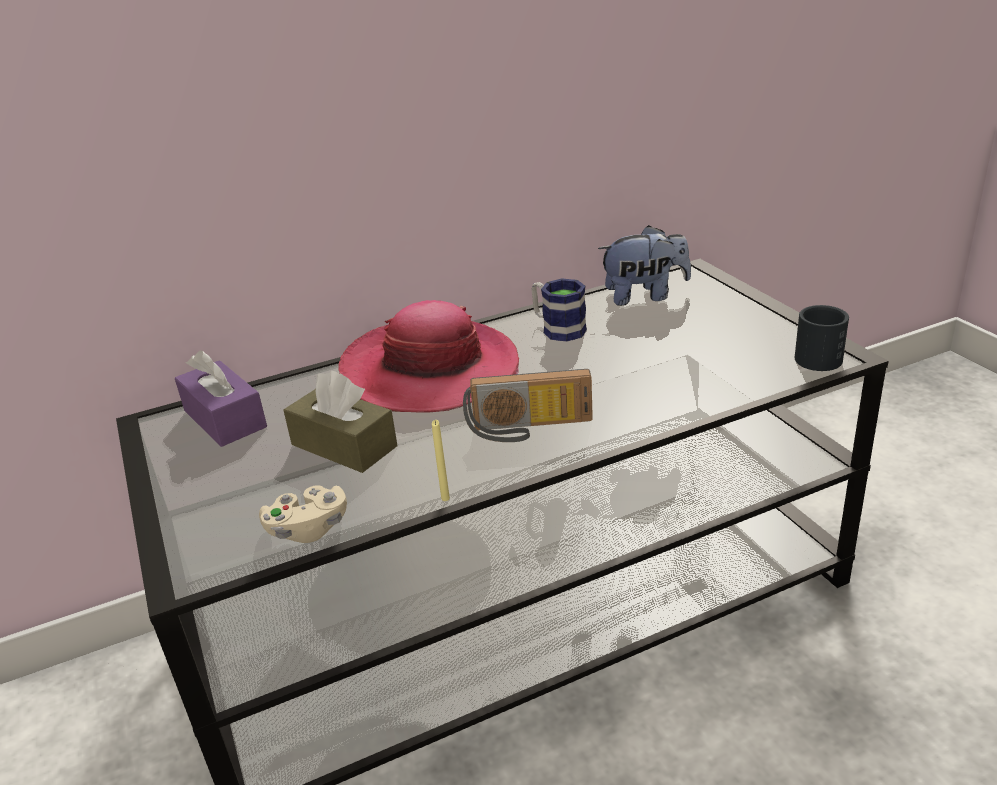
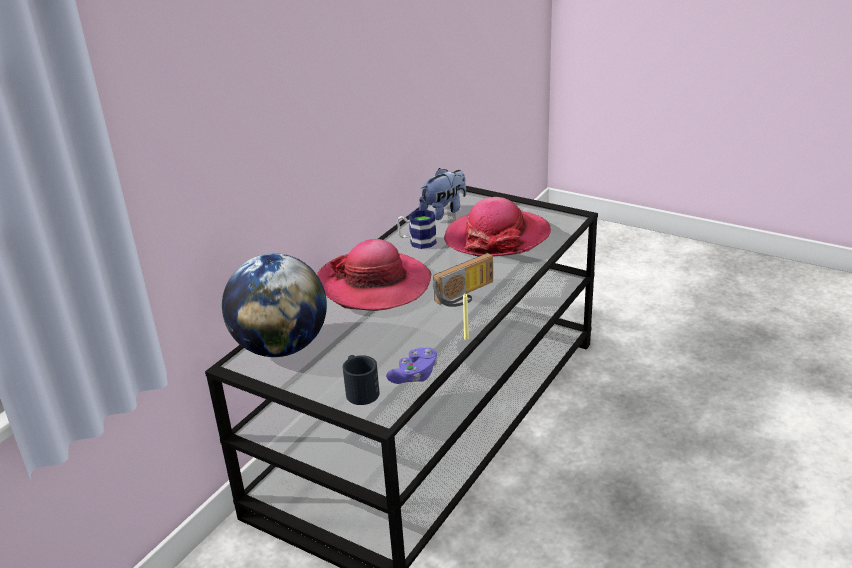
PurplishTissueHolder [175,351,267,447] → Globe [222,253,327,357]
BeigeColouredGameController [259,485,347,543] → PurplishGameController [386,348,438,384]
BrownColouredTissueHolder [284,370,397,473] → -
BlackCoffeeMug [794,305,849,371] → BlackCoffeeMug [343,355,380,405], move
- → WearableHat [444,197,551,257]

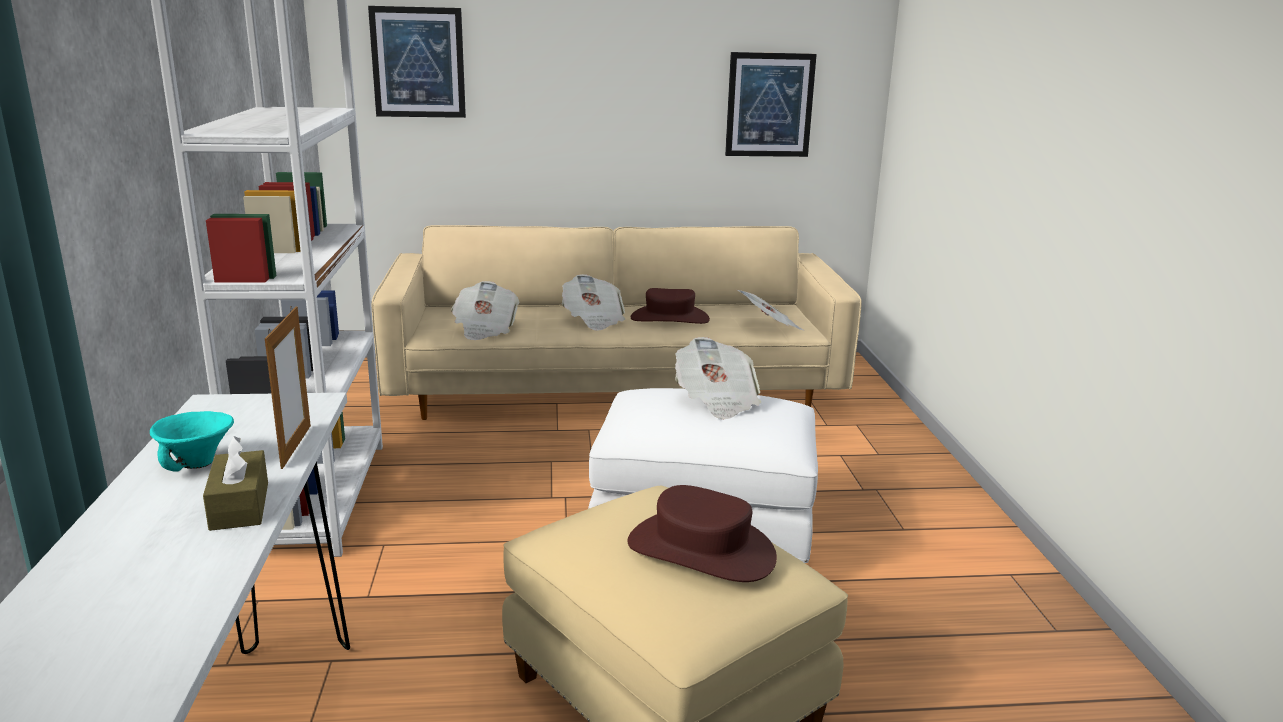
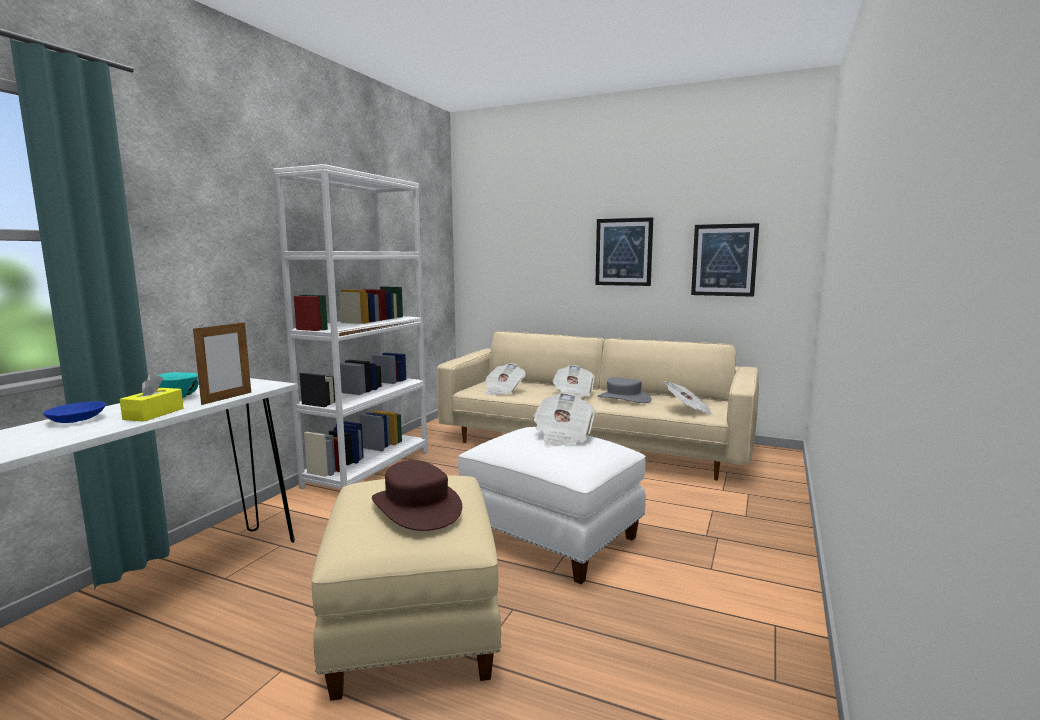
BrownColouredTissueHolder [203,436,268,531] → YellowishTissueHolder [120,374,184,422]
WallPicture [368,6,466,118] → WallPicture [595,217,653,286], move
BrownColouredWearableHat [630,288,710,324] → GreyWearableHat [597,377,652,403]
- → BlueBowl [43,401,106,423]

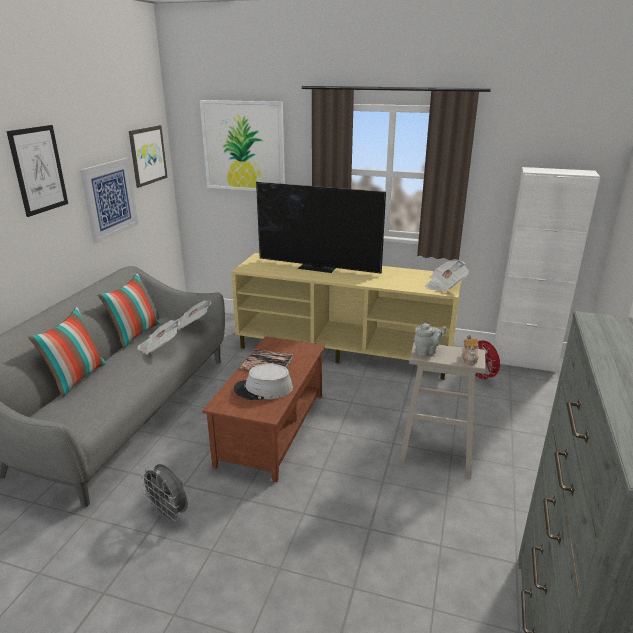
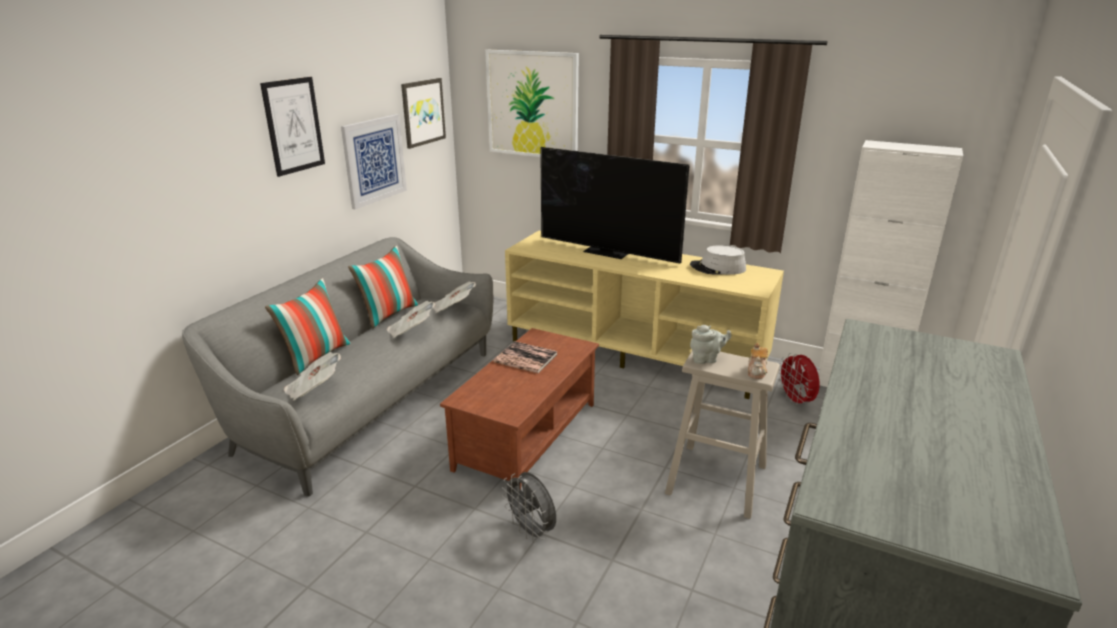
GreyFan [139,464,188,524] → GreyFan [502,472,556,542], move
GreyWearableHat [234,364,293,400] → GreyWearableHat [690,245,746,275], move
Newspaper [425,261,469,292] → Newspaper [284,352,341,400], move

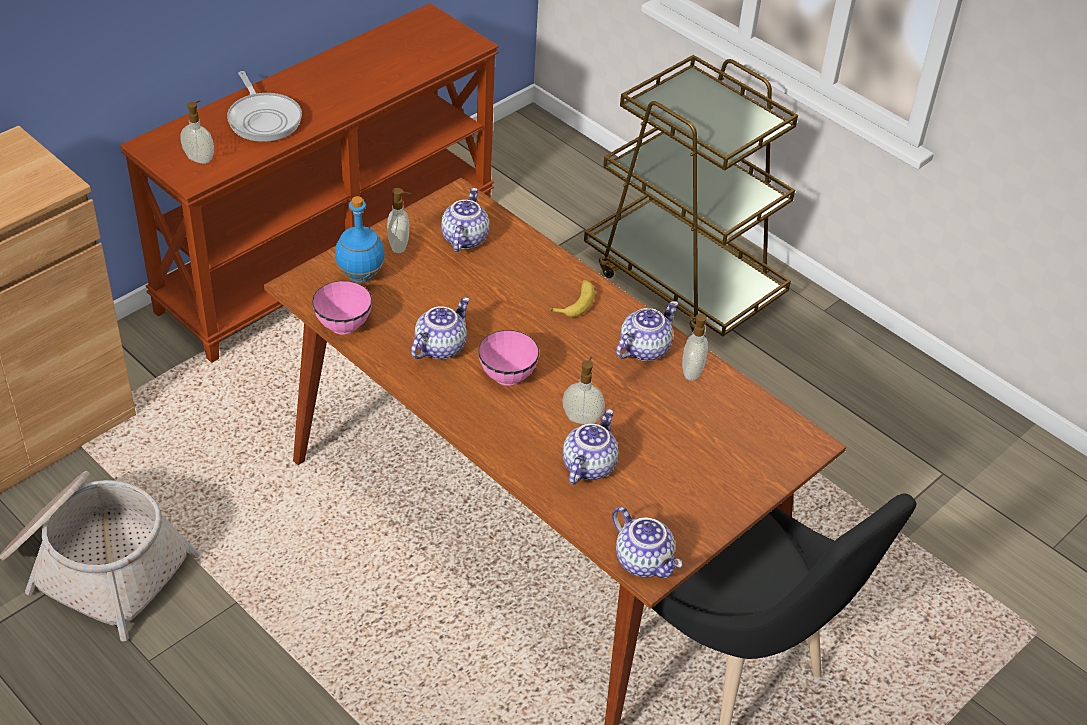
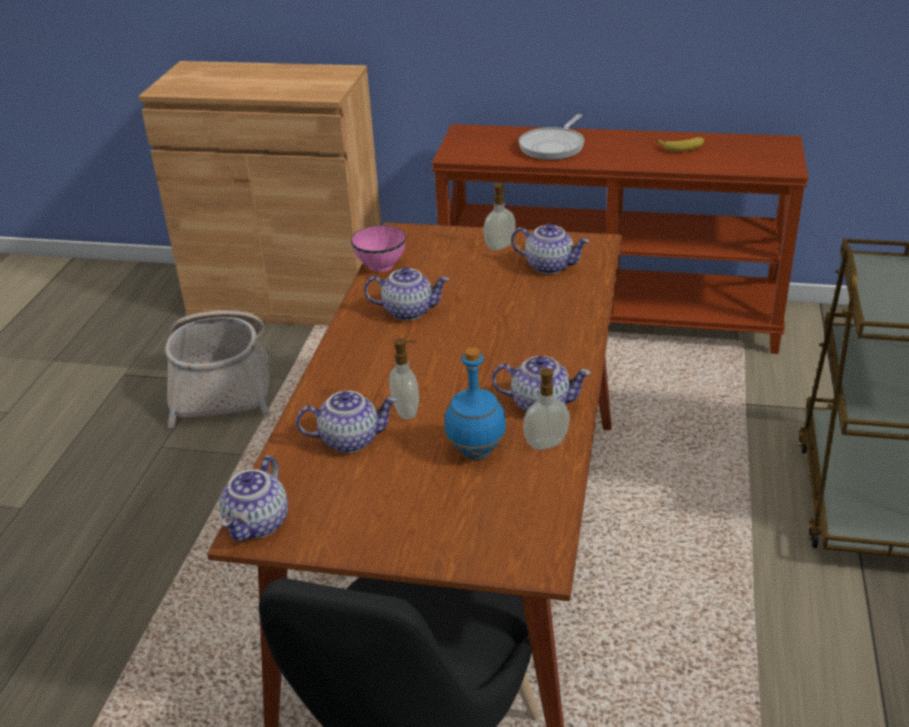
SoapDispenser [180,100,214,164] → -
BlueBeverageBottle [335,196,385,283] → BlueBeverageBottle [444,347,507,460], move
TeaPot [441,188,489,252] → TeaPot [511,223,590,274], 45 degrees clockwise
PinkColouredBowl [479,330,539,386] → -
Banana [550,279,595,317] → Banana [656,137,705,152], move

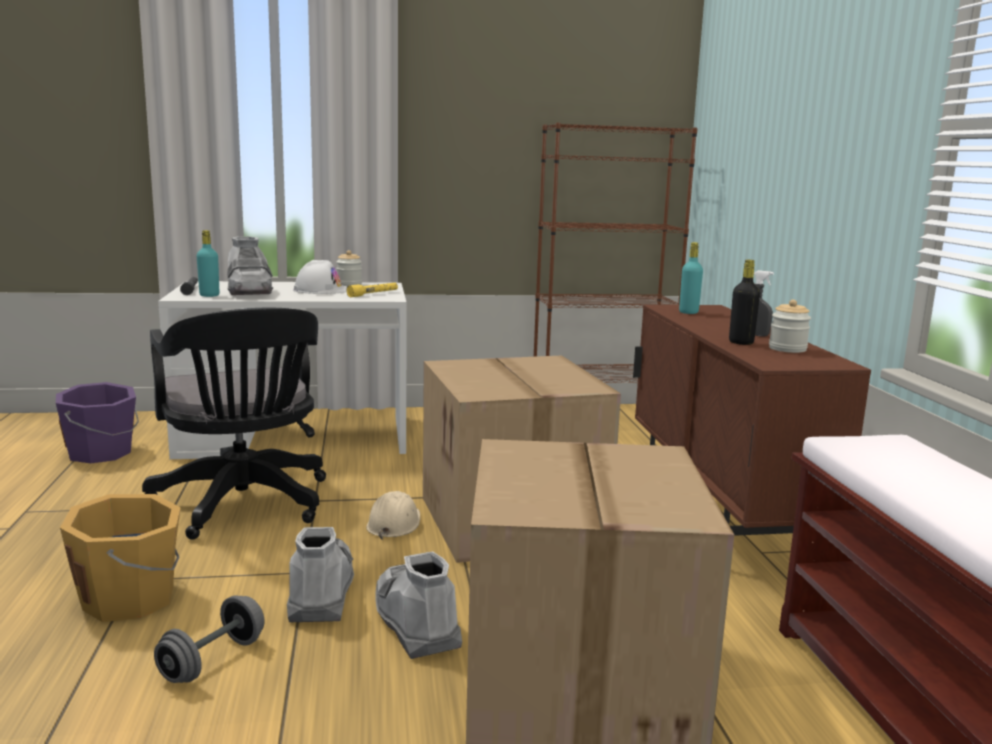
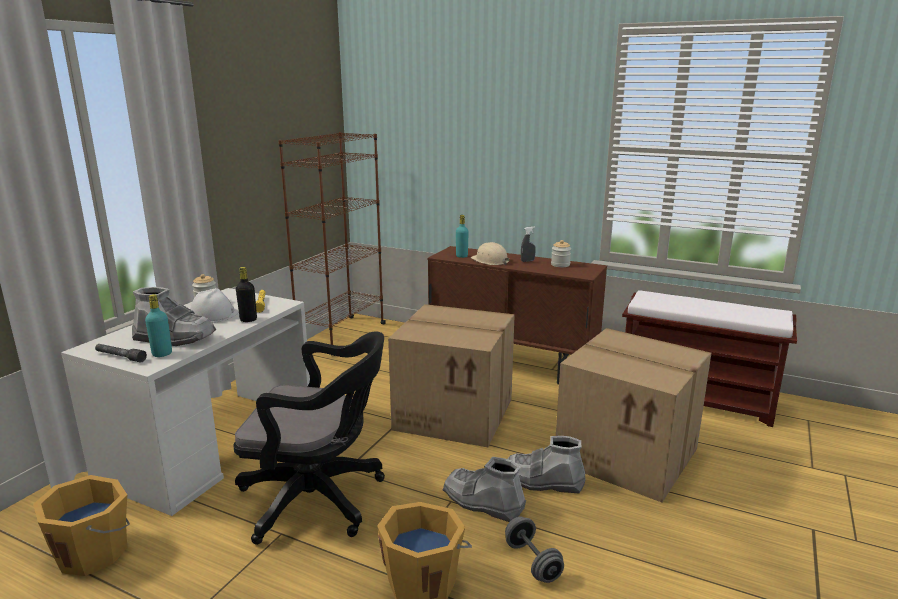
PurplishPail [56,382,139,463] → OrangePail [33,475,130,576]
BeigeColouredWorkHelmet [366,491,420,540] → BeigeColouredWorkHelmet [471,242,509,265], move
BlackBeverageBottle [729,260,760,345] → BlackBeverageBottle [236,267,257,322], move

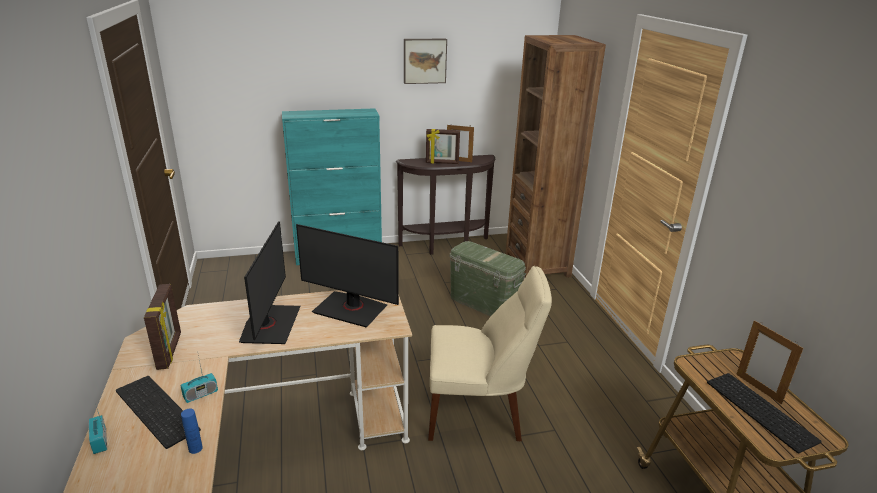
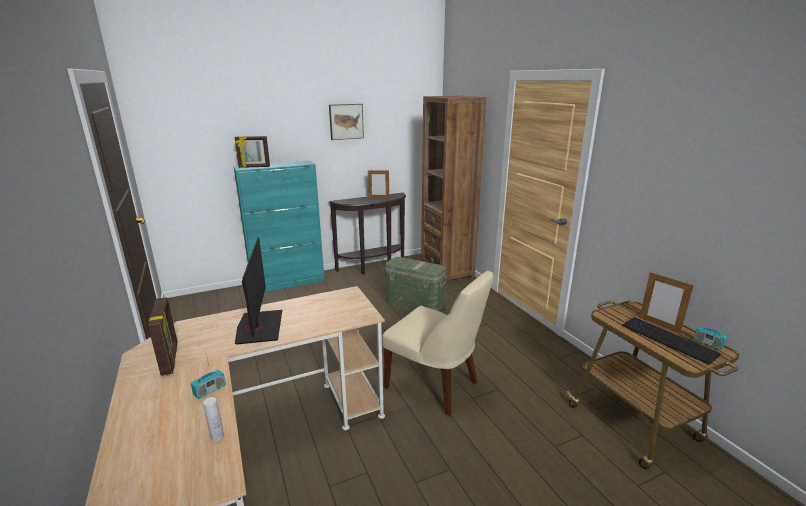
RadioReceiver [89,406,107,454] → RadioReceiver [694,315,727,350], move
ComputerKeyboard [116,376,201,449] → -
BlueBeverageBottle [181,408,203,454] → WhitishBeverageBottle [203,397,224,442]
ComputerDisplay [296,224,399,328] → -
PhotoFrame [426,129,460,164] → PhotoFrame [235,136,270,168], move
BeigeColouredChair [428,266,552,441] → BeigeColouredChair [382,270,493,416], 45 degrees clockwise

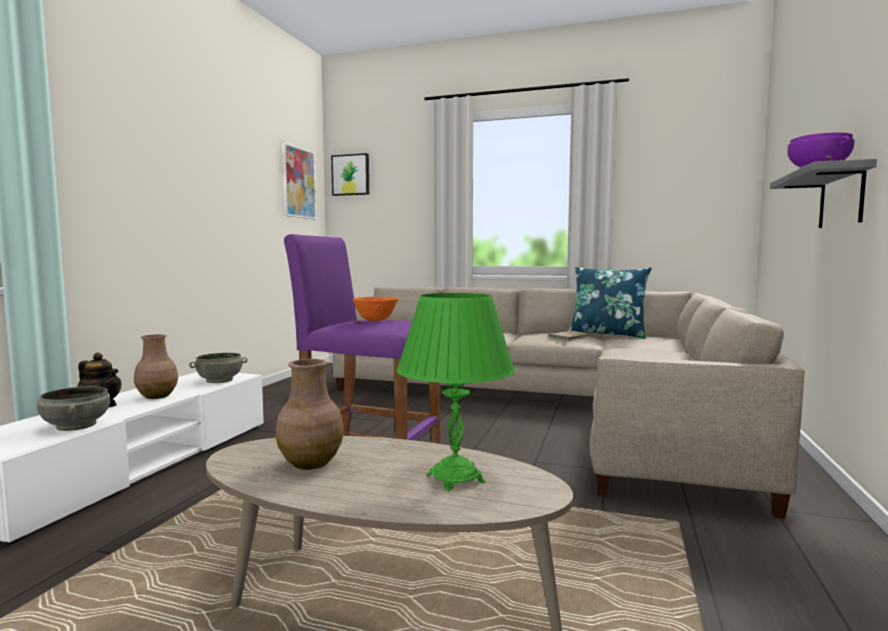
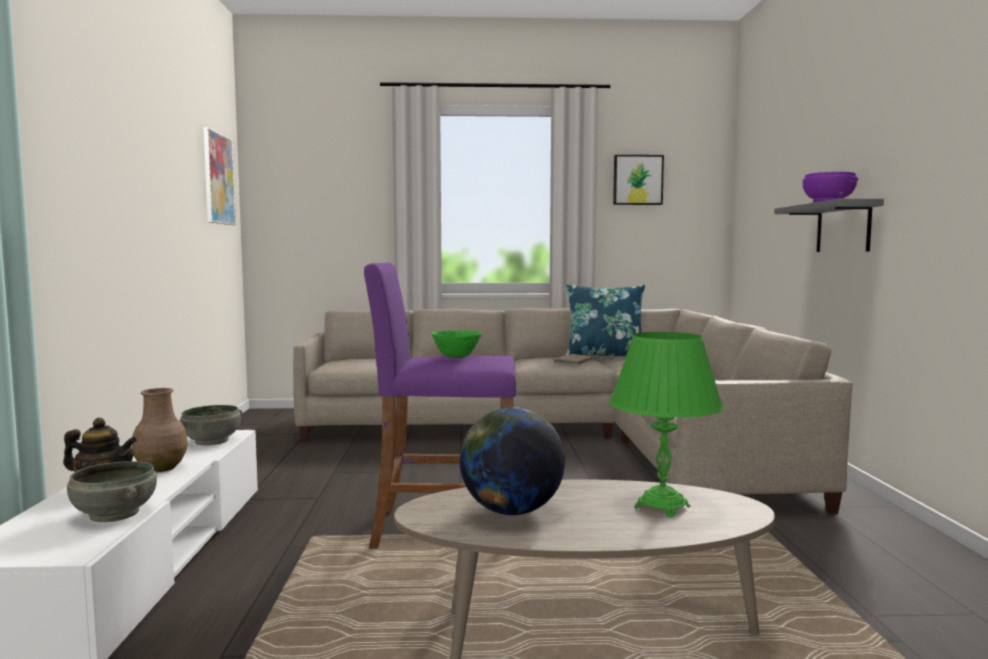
BrownColouredVase [276,359,344,470] → Globe [460,407,565,516]
WallPicture [331,153,369,196] → WallPicture [613,155,664,205], move
OrangeBowl [353,297,398,321] → GreenishBowl [432,330,482,358]

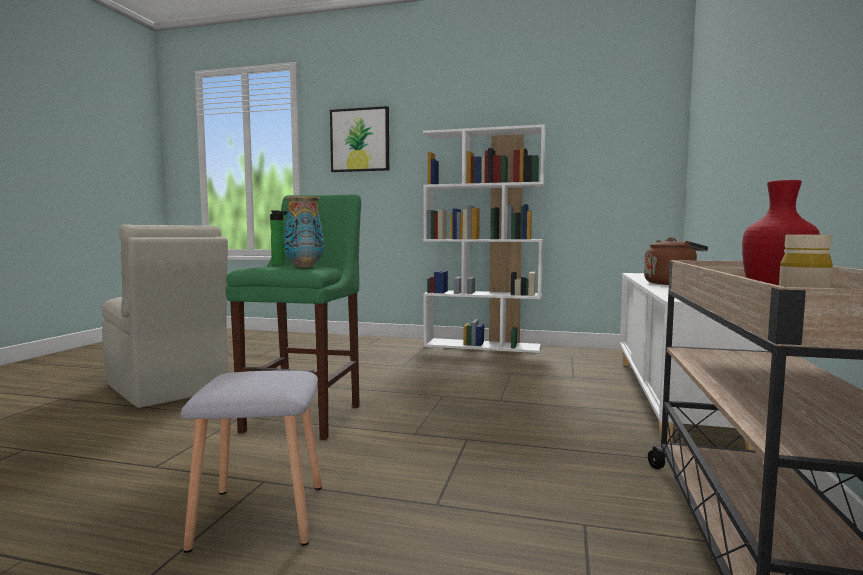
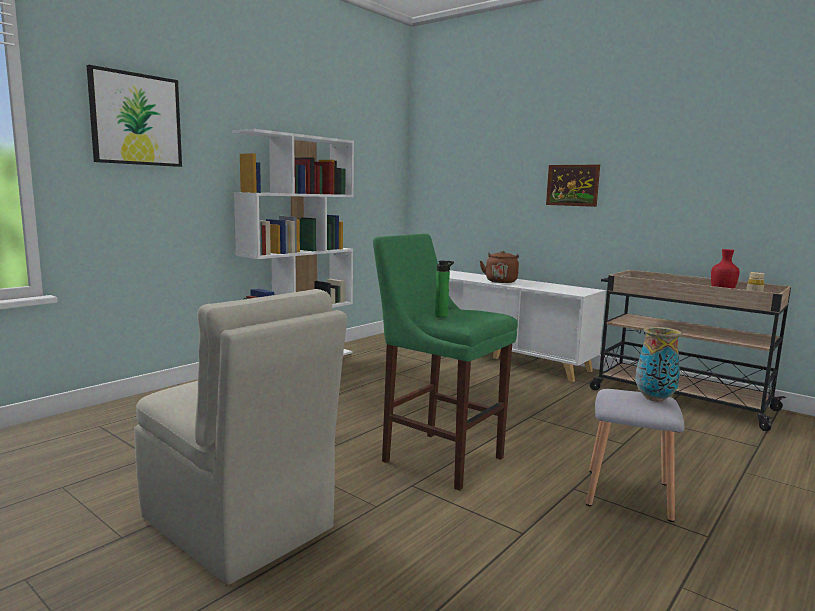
BeigeColouredChair [102,224,228,408] → BeigeColouredChair [134,289,347,585], 60 degrees clockwise
Vase [284,196,324,267] → Vase [635,327,682,402], move
- → WallPicture [546,165,600,207]

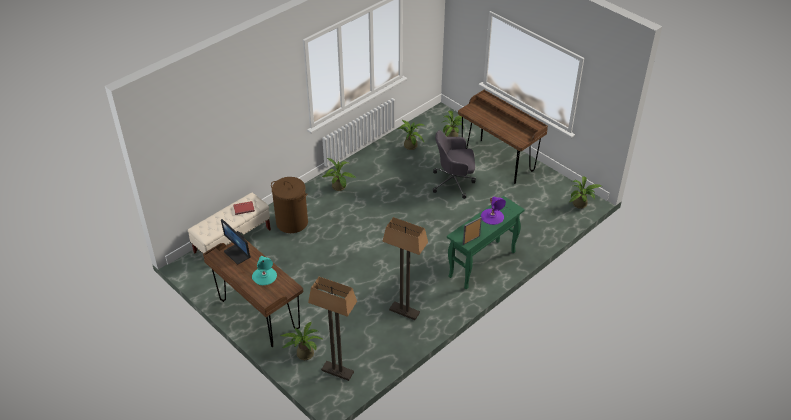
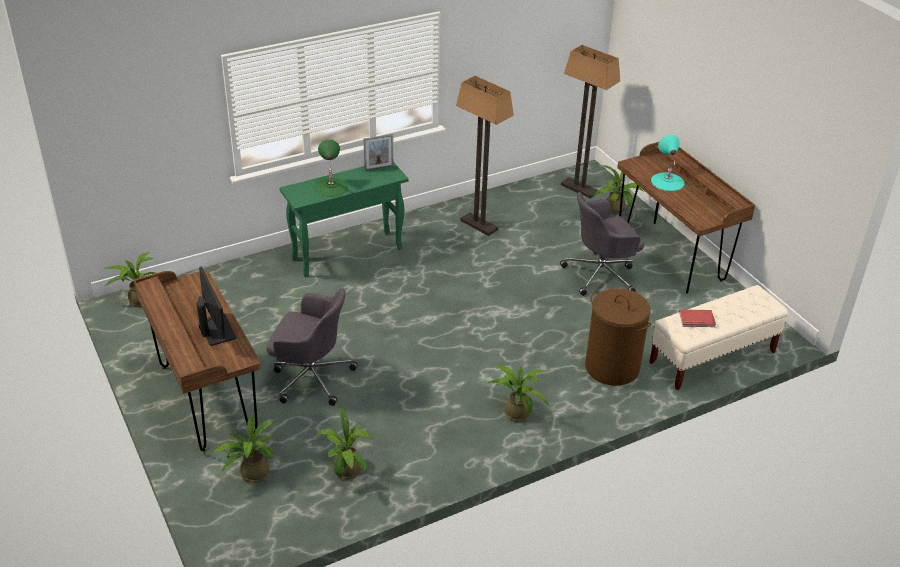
ComputerDisplay [221,219,251,265] → ComputerDisplay [197,266,236,346], move
PurplishTableLamp [481,197,506,225] → GreenishTableLamp [314,140,348,197]
- → GreyDeskChair [560,192,644,296]

